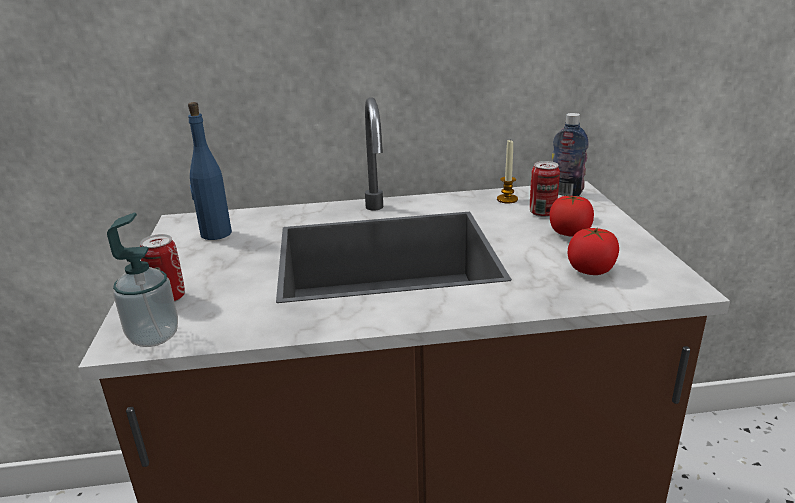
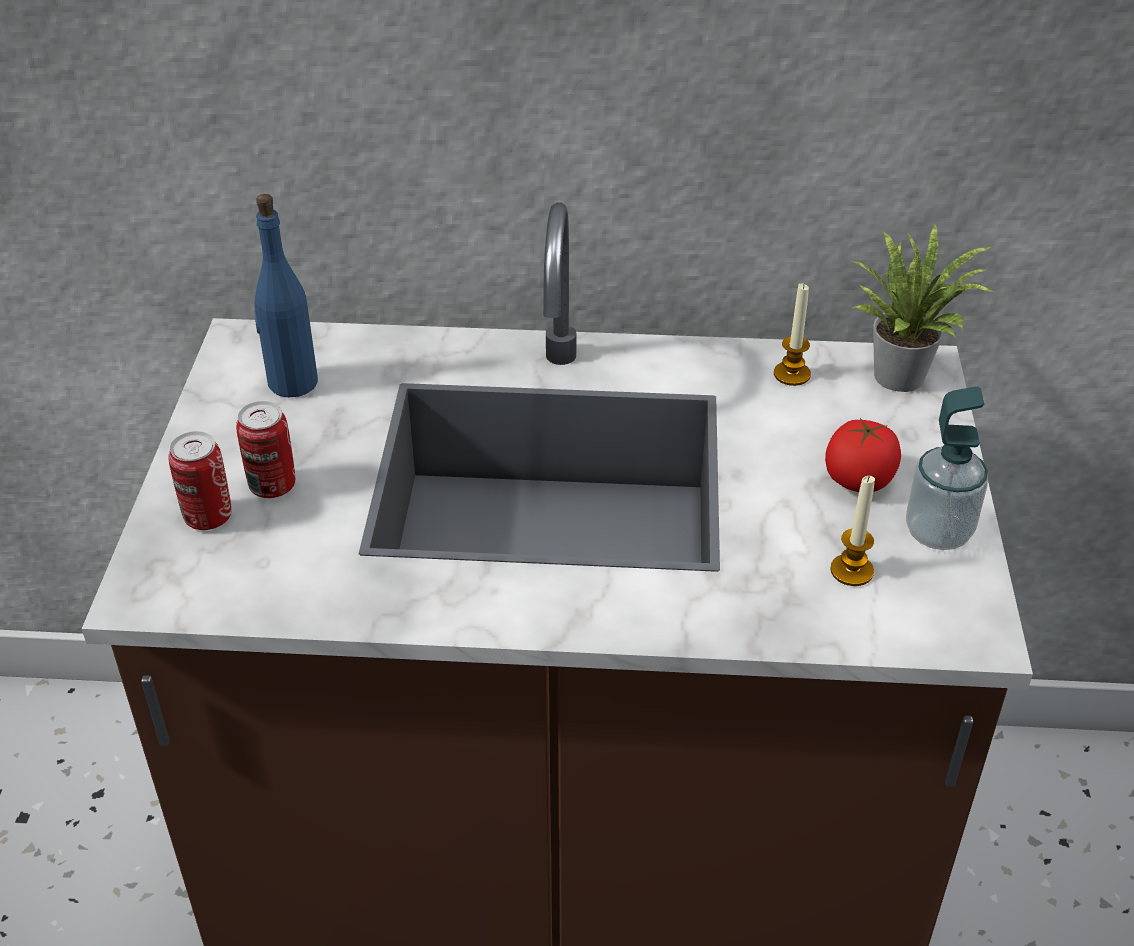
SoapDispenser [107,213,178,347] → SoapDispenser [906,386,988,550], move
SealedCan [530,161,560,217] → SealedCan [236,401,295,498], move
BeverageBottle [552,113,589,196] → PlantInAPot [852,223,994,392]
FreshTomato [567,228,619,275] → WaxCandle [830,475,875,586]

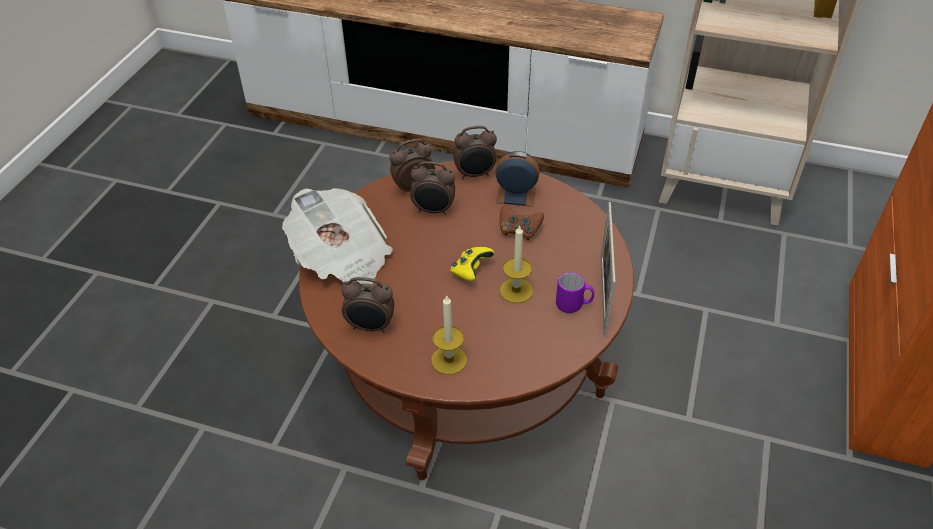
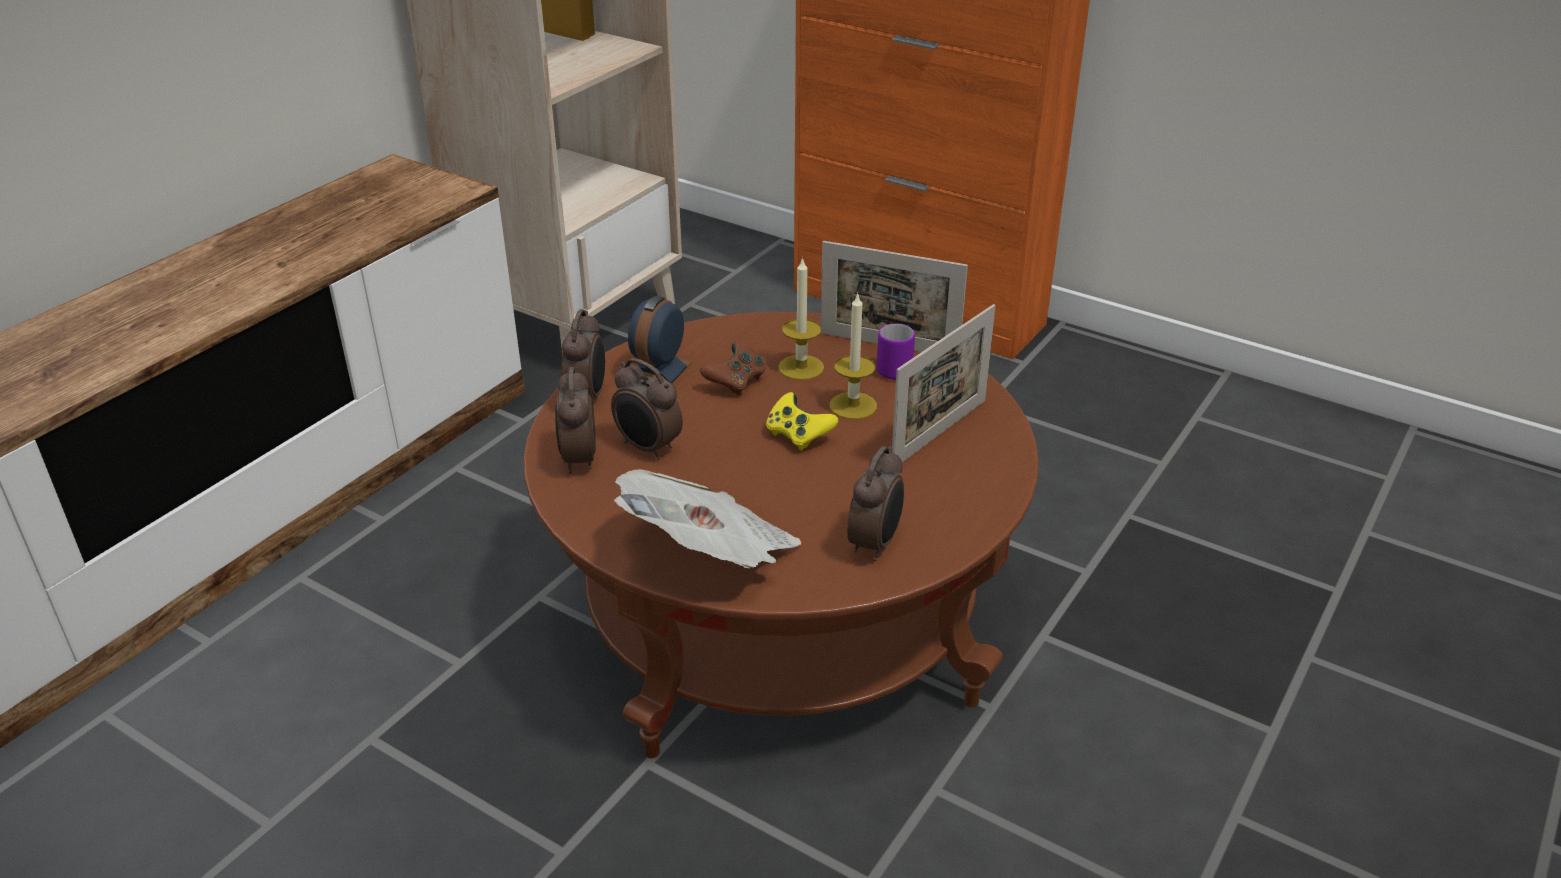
TableClock [410,161,455,215] → TableClock [611,358,683,460], 105 degrees clockwise
WaxCandle [431,296,467,375] → WaxCandle [778,257,824,380], move
- → PhotoFrame [892,304,996,462]

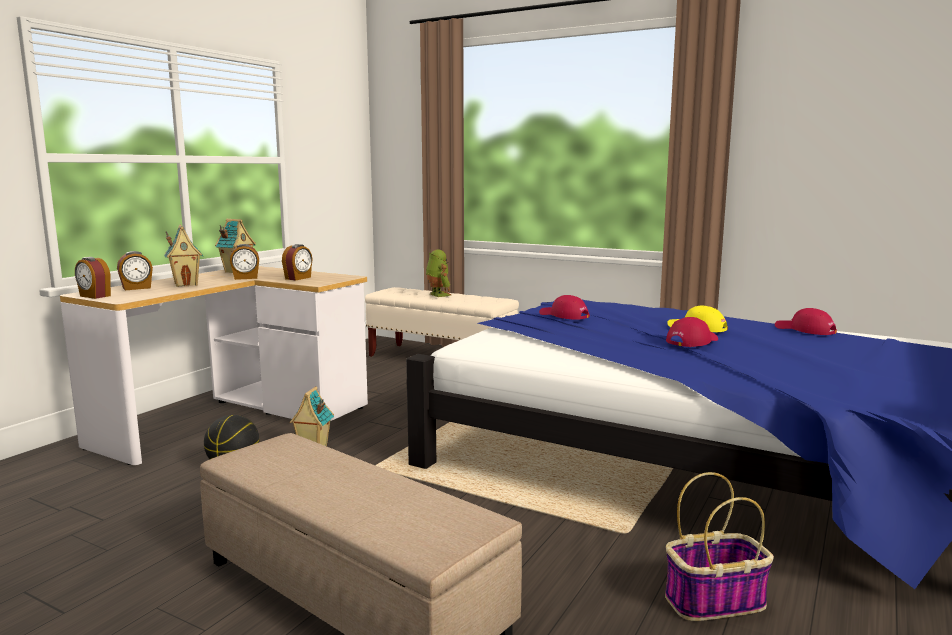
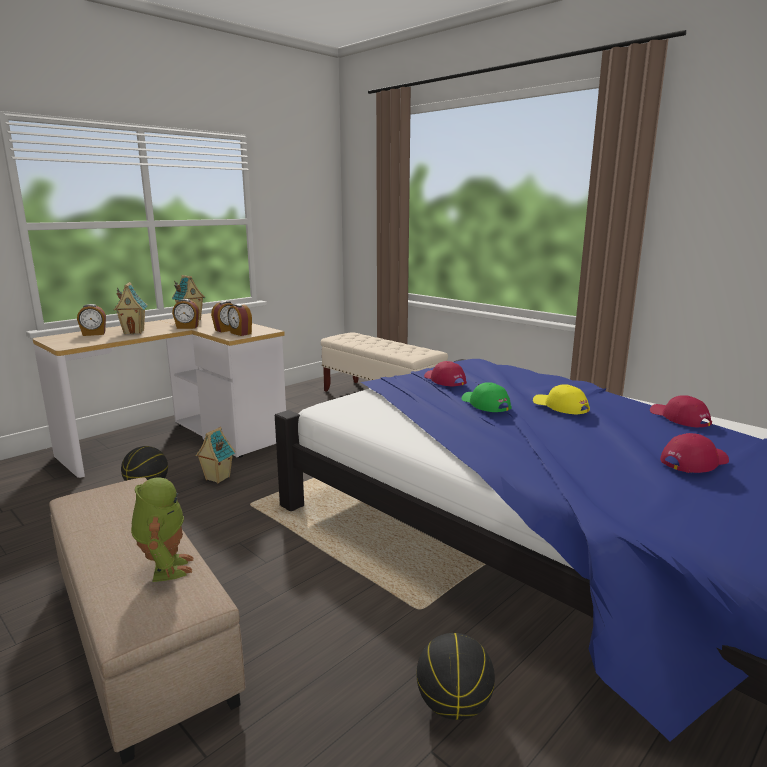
TableClock [75,257,111,299] → TableClock [227,304,252,336], move
RobotFigure [426,249,451,297] → RobotFigure [131,477,193,582], move
HouseholdBasket [665,472,774,621] → BasketballBall [416,633,495,720]
ReddishCap [666,317,718,347] → ReddishCap [660,433,729,473], move
- → GreenishCap [461,382,511,412]

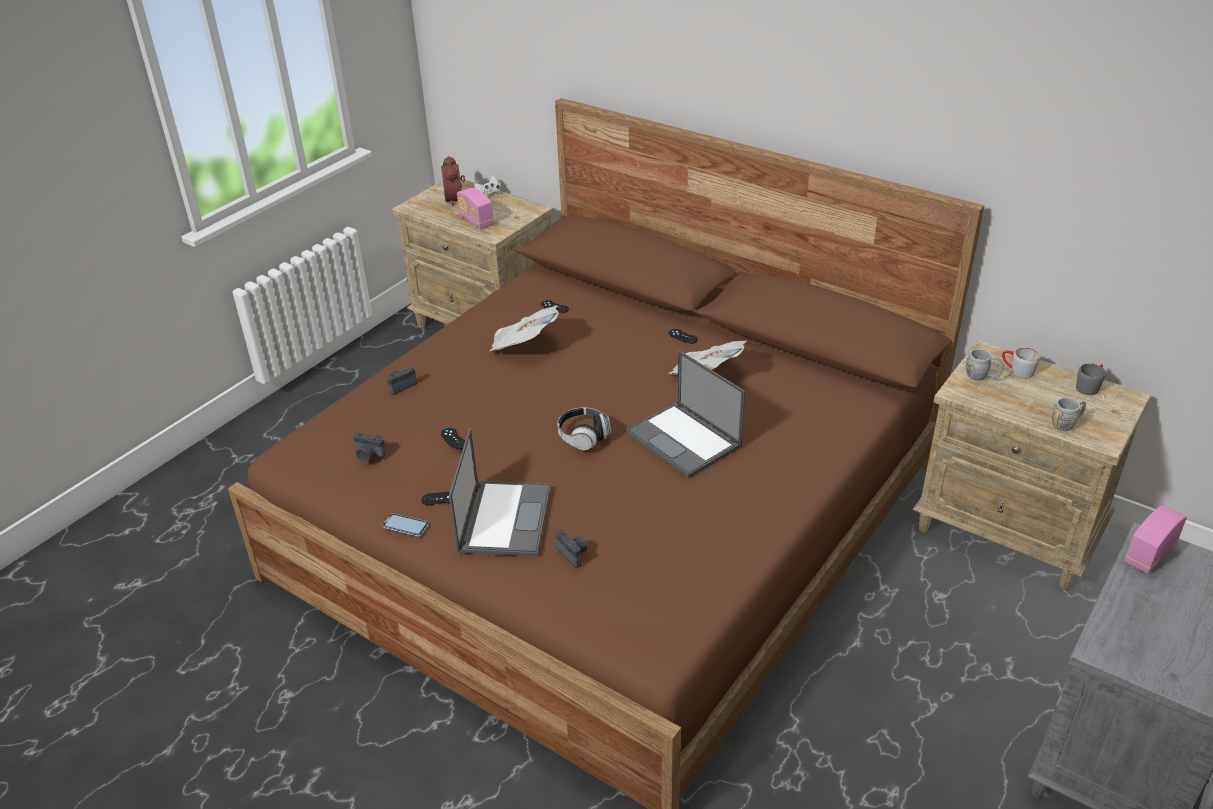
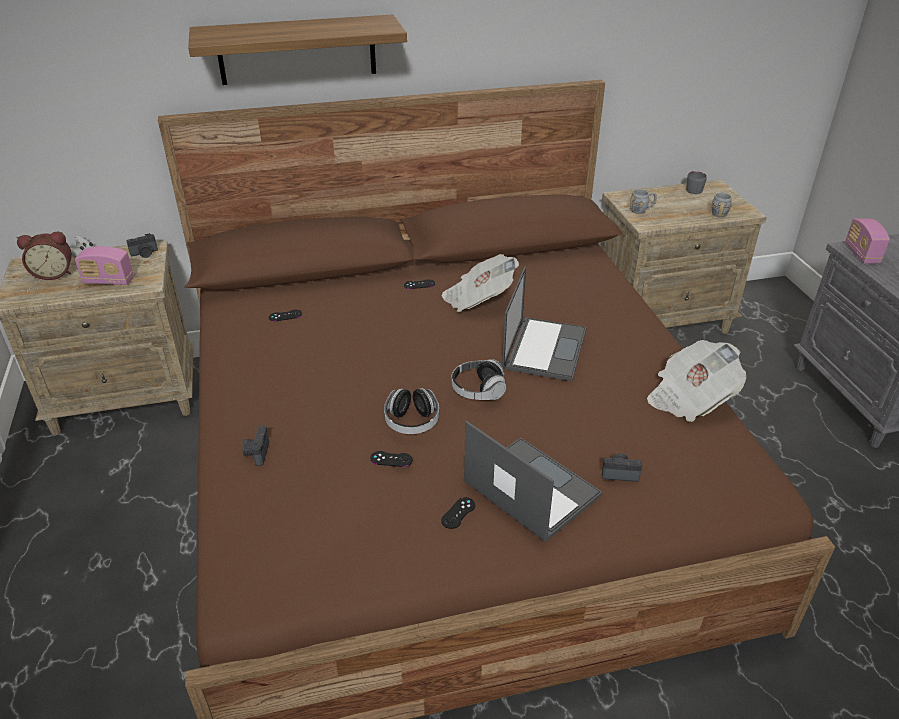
StillCamera [353,432,386,462] → StillCamera [126,233,158,258], move
Handset [382,513,429,537] → -
TableClock [441,156,465,206] → TableClock [17,232,72,280], 45 degrees counterclockwise
Newspaper [489,306,559,352] → Newspaper [647,340,746,422], move
Laptop [626,350,745,478] → Laptop [502,266,586,381], 75 degrees counterclockwise
GreyCoffeeMug [1002,348,1040,379] → -
- → WallShelf [188,14,407,85]
- → Headset [384,388,439,434]

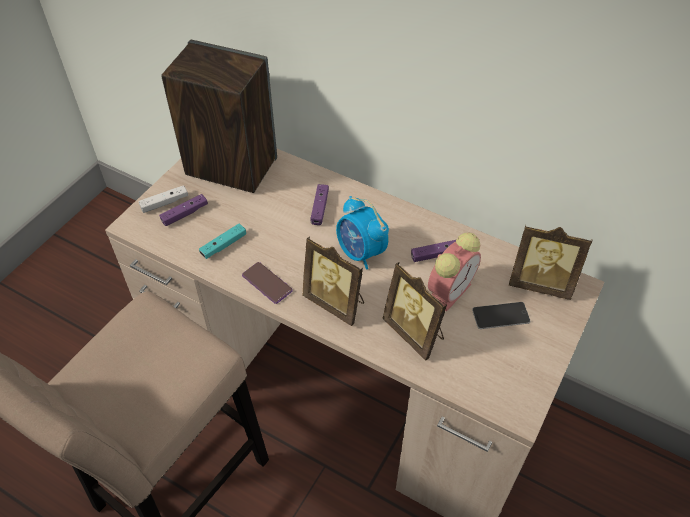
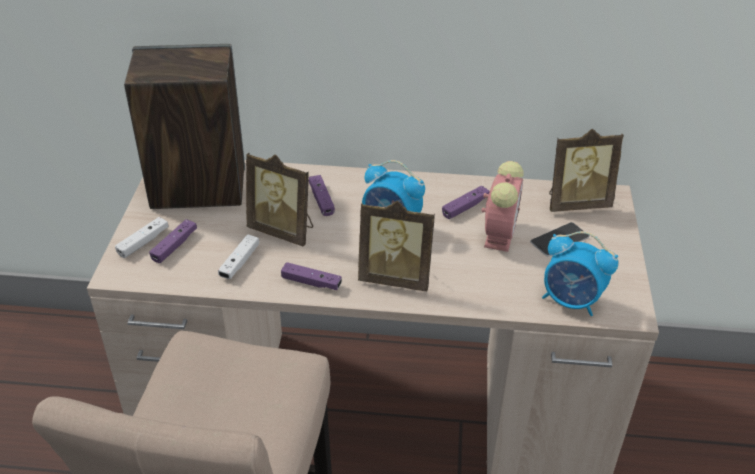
TurquoiseColouredGameController [199,224,246,259] → WhitishGameController [218,234,259,279]
Handset [242,262,293,304] → PurplishGameController [281,262,342,290]
PhotoFrame [383,262,447,361] → PhotoFrame [246,153,313,246], move
- → TableClock [542,231,618,316]

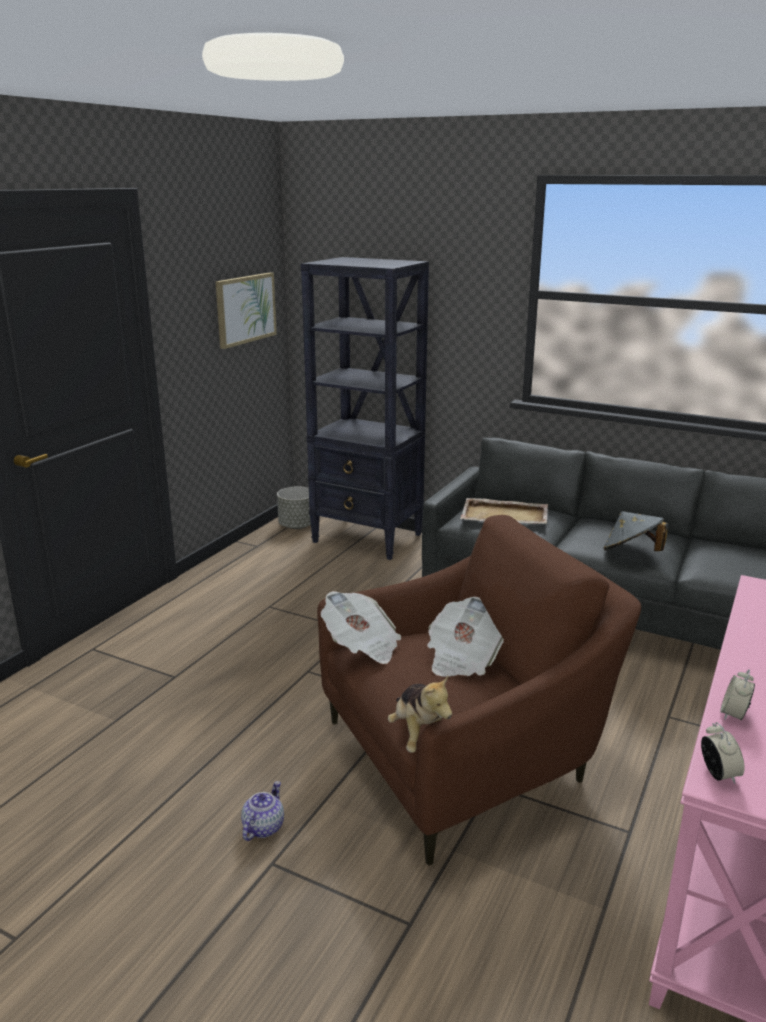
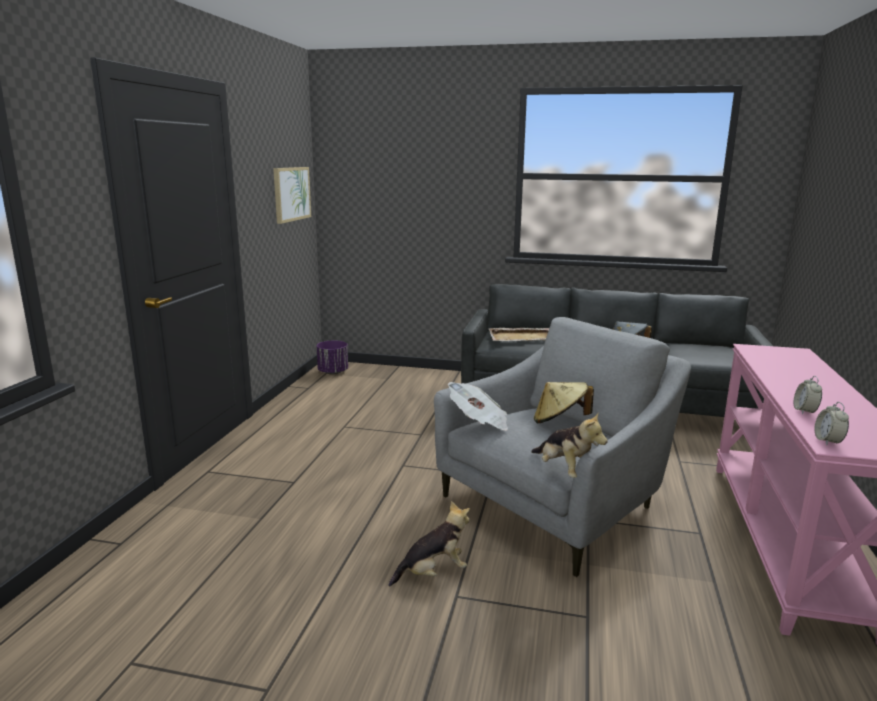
TeaPot [241,781,284,841] → CuddlyToy [389,501,470,587]
GreyFlowerPot [277,486,311,529] → PurplishFlowerPot [317,340,348,374]
BlackBookcase [301,257,429,560] → -
BrownColouredArmchair [317,515,641,866] → GreyArmchair [434,317,691,577]
Newspaper [427,597,504,677] → BeigeColouredWearableHat [534,382,594,423]
TableClock [701,722,745,784] → TableClock [814,402,849,446], 150 degrees counterclockwise

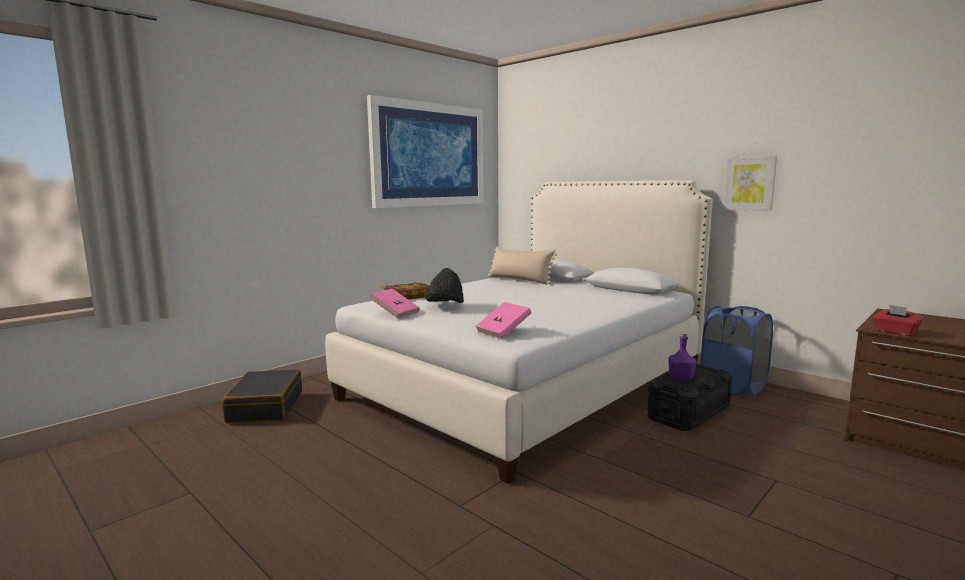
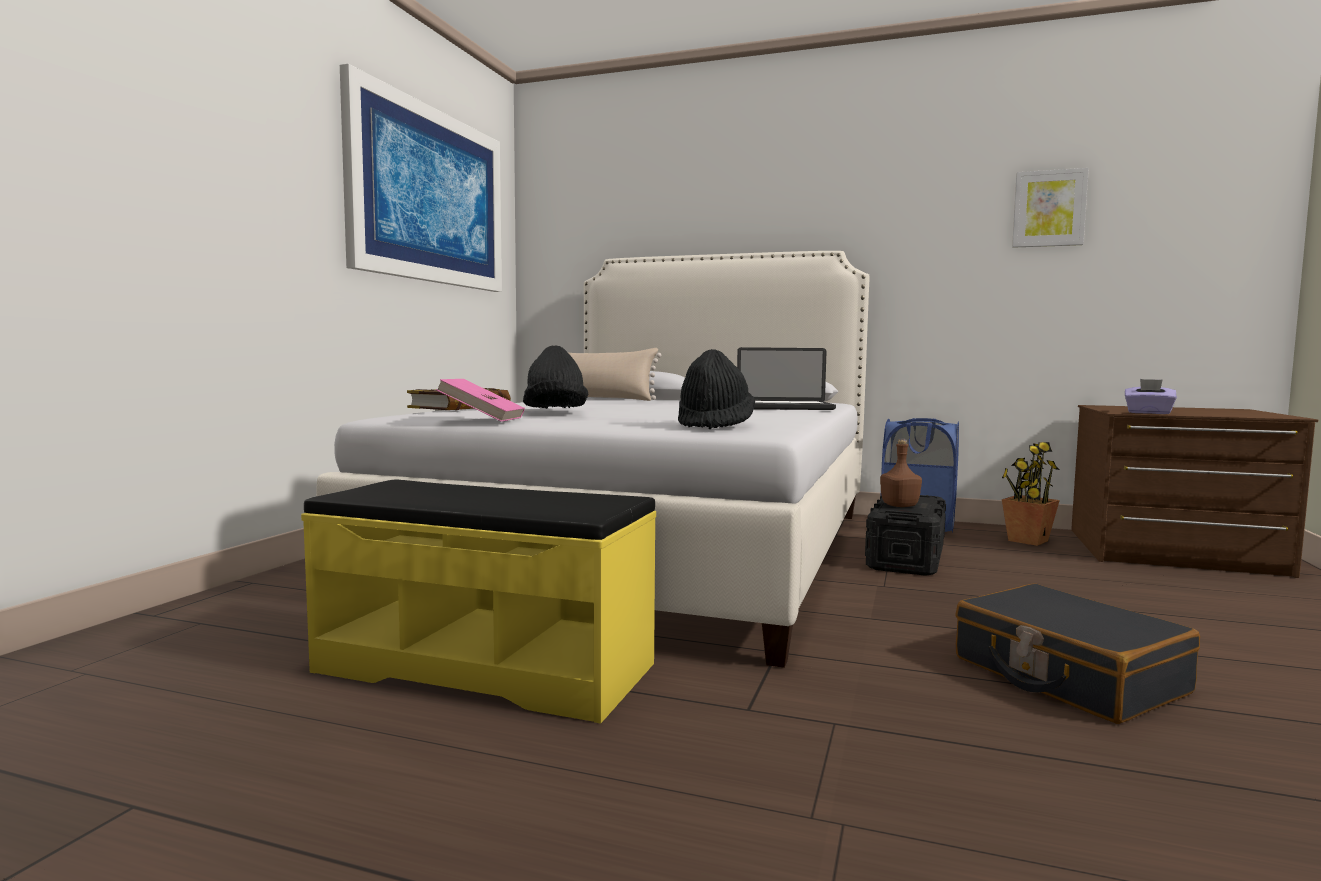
BlackPieceOfLuggage [222,369,302,423] → BlackPieceOfLuggage [955,583,1200,724], move
PinkColouredBook [475,302,531,339] → BlackWearableHat [678,349,755,429]
PurplishBeverageBottle [669,333,696,381] → BrownColouredBeverageBottle [880,439,922,507]
WallPicture [723,156,777,211] → WallPicture [1012,168,1089,248], move
ReddishTissueHolder [873,305,924,336] → PurplishTissueHolder [1125,379,1177,414]
- → YellowishLongSeat [301,479,656,724]
- → Laptop [737,347,836,410]
- → PlantInAPot [1002,442,1060,546]

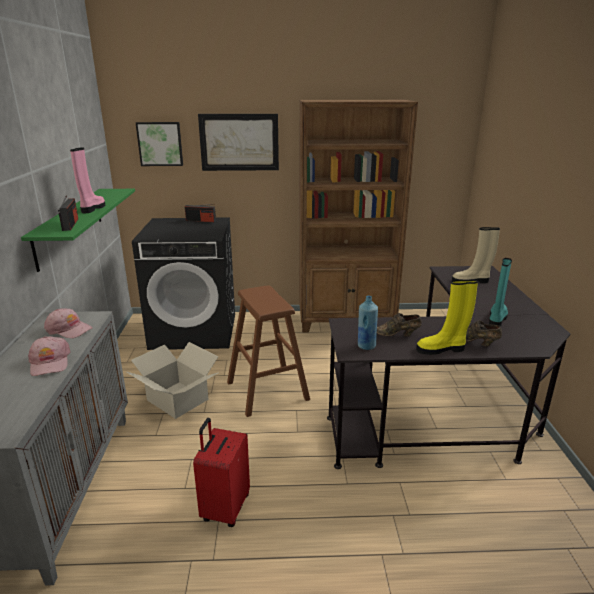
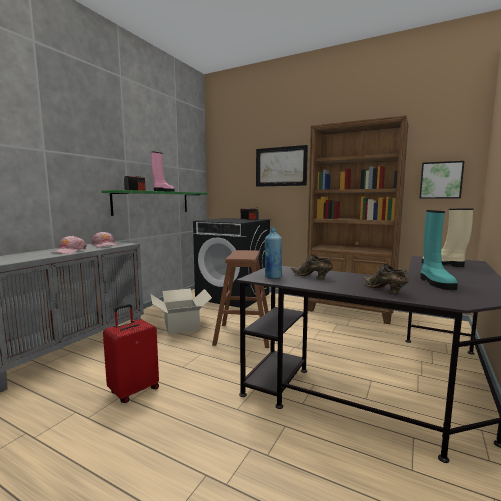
WallPicture [136,122,183,166] → WallPicture [419,161,465,199], move
YellowishTallBoot [416,280,478,355] → -
TurquoiseColouredTallBoot [489,258,512,327] → TurquoiseColouredTallBoot [420,210,458,290], 120 degrees clockwise

